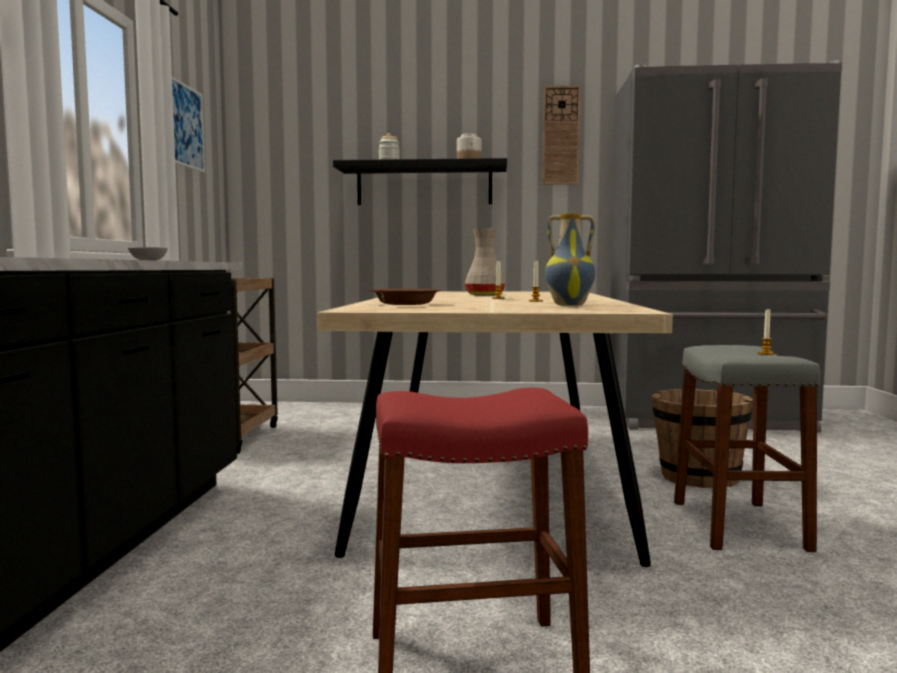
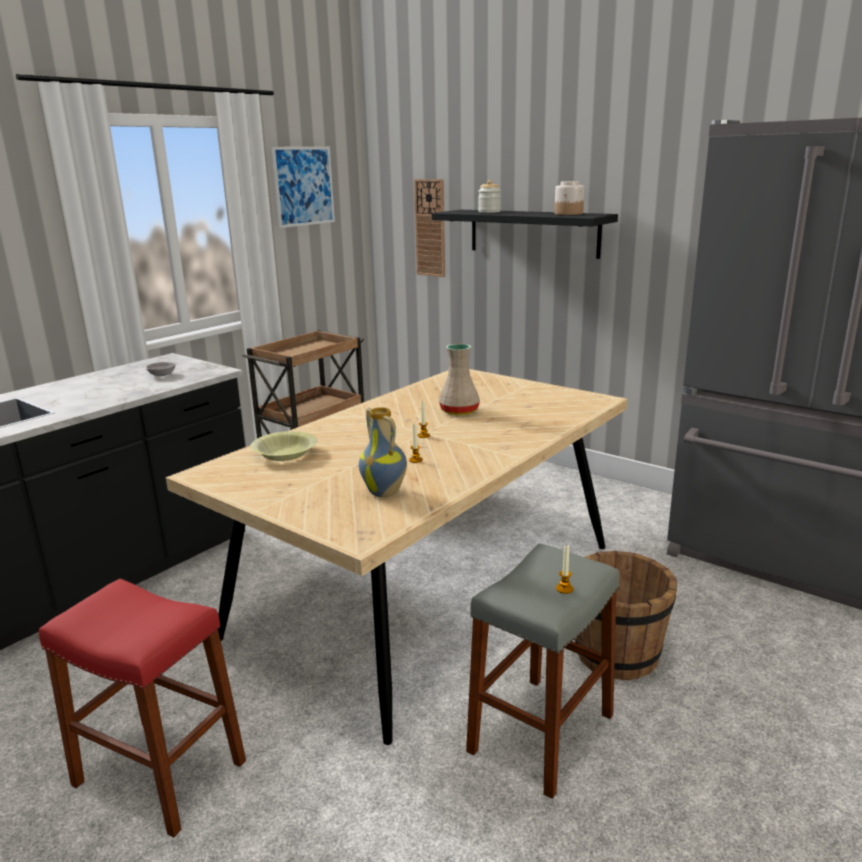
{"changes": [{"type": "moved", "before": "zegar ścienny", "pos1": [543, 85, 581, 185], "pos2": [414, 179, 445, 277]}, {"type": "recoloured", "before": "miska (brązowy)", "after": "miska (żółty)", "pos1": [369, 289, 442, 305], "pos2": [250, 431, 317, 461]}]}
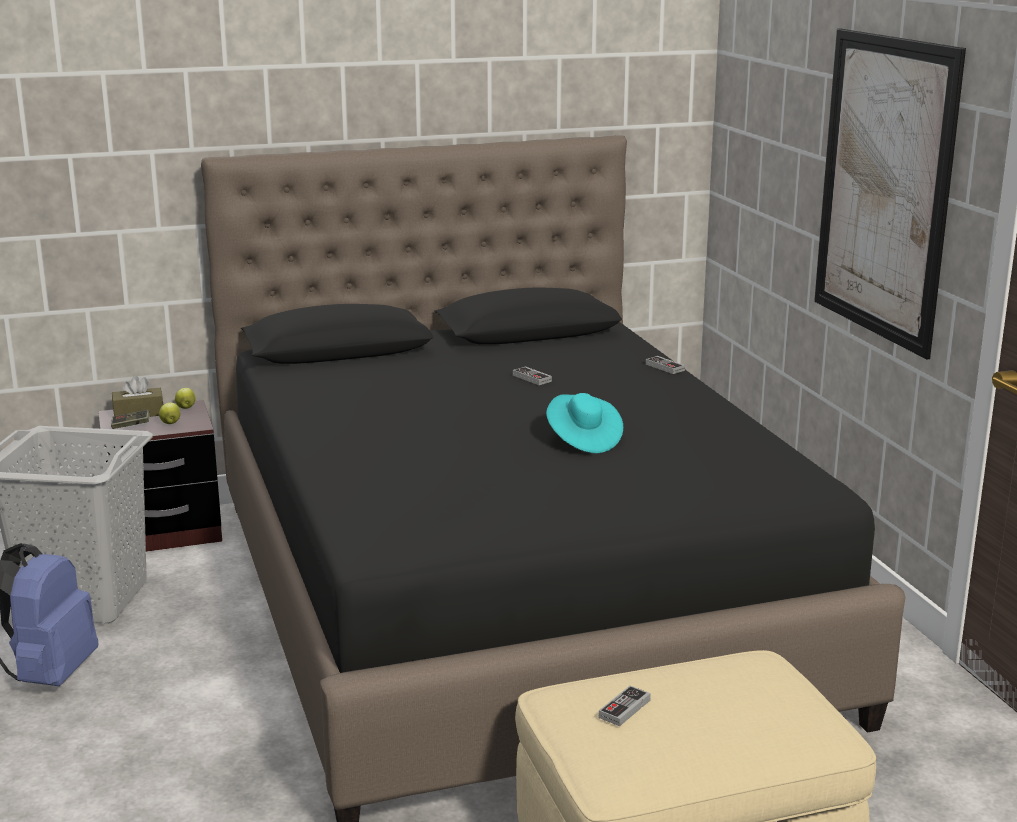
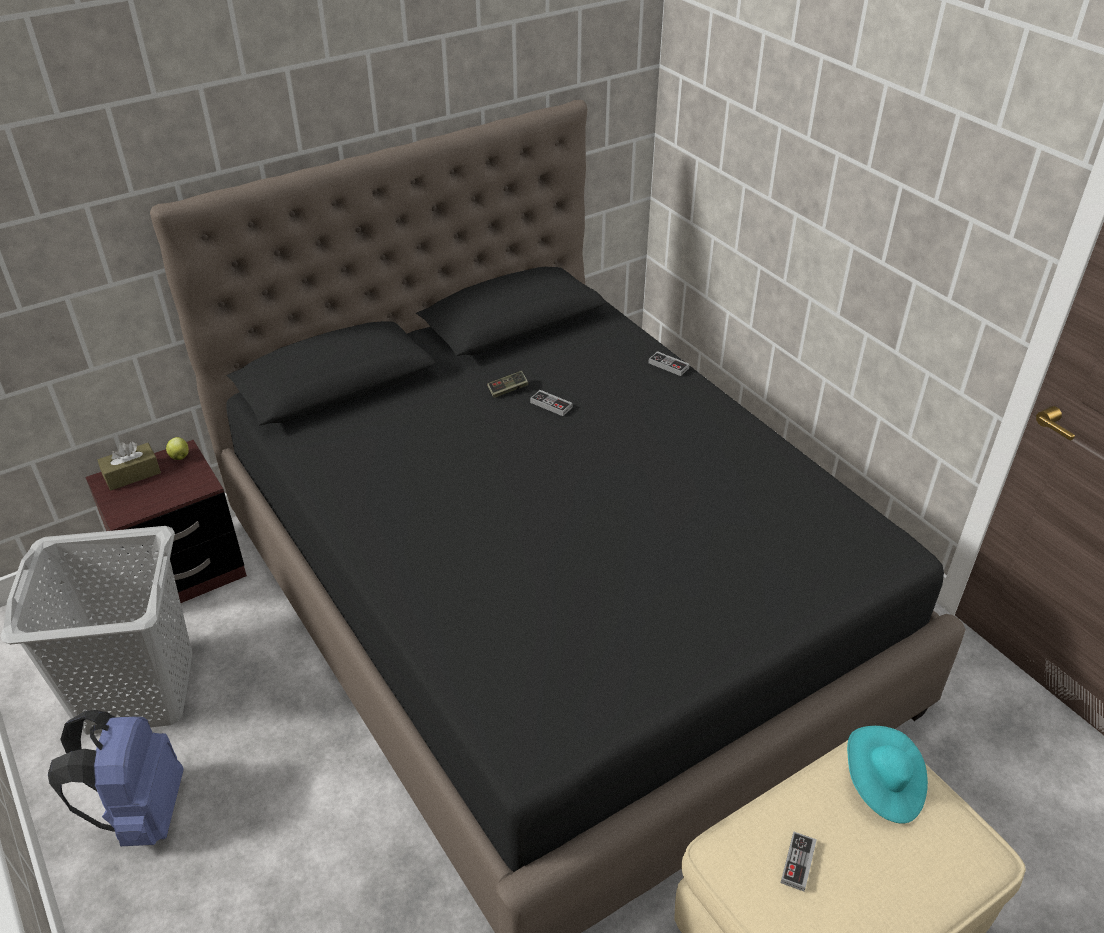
{"changes": [{"type": "removed", "before": "jabłko", "pos1": [159, 403, 180, 424]}, {"type": "removed", "before": "obraz", "pos1": [814, 28, 966, 360]}, {"type": "moved", "before": "pad do gier", "pos1": [111, 410, 150, 429], "pos2": [487, 371, 528, 398]}, {"type": "moved", "before": "kapelusz (turkusowy)", "pos1": [546, 393, 623, 453], "pos2": [847, 726, 928, 824]}]}
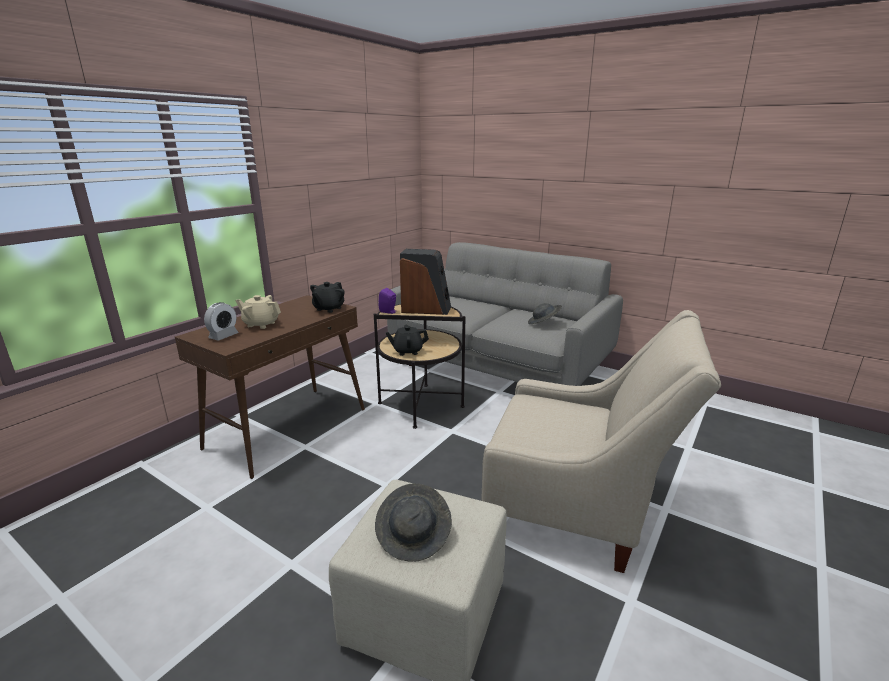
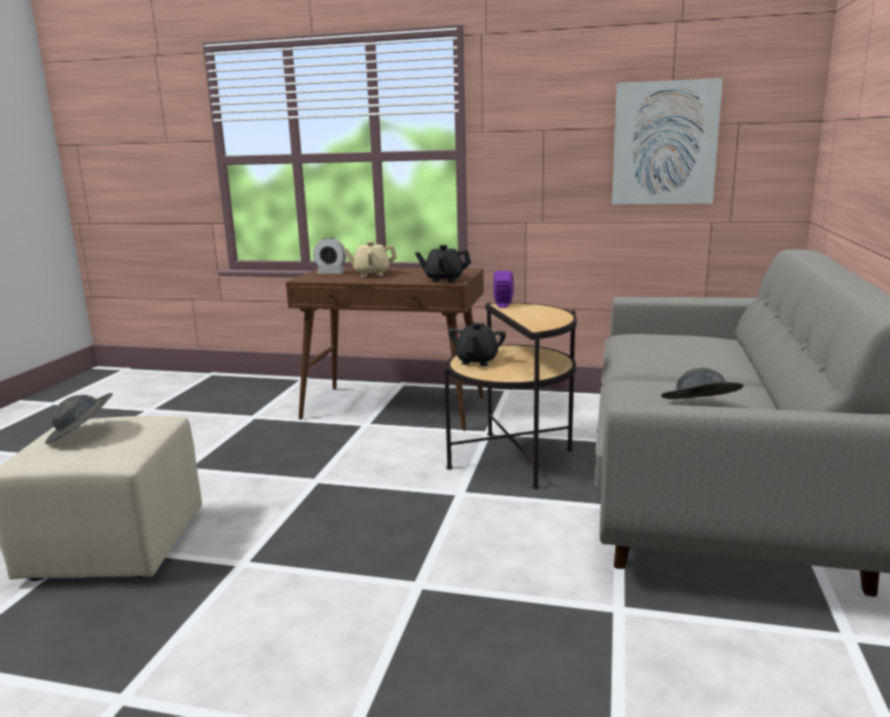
{"changes": [{"type": "removed", "before": "głośnik", "pos1": [400, 249, 451, 315]}, {"type": "removed", "before": "fotel (beżowy)", "pos1": [481, 310, 721, 573]}, {"type": "added", "after": "obraz", "pos2": [612, 78, 723, 204]}, {"type": "turned", "before": "imbryk (beżowy)", "pos1": [235, 295, 281, 329], "pos2": [344, 241, 397, 277], "turn": -90}, {"type": "turned", "before": "imbryk (czarny)", "pos1": [386, 325, 429, 356], "pos2": [448, 323, 506, 366], "turn": 45}]}
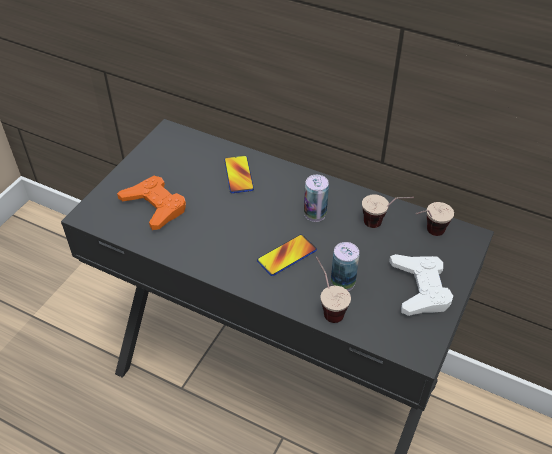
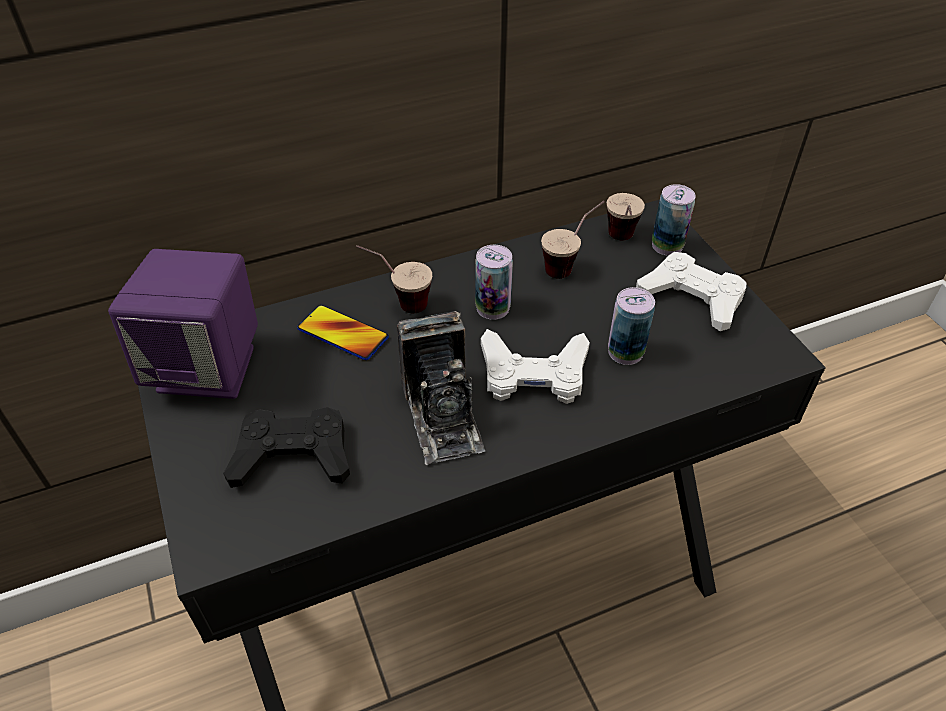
{"changes": [{"type": "added", "after": "głośnik (fioletowy)", "pos2": [108, 249, 258, 399]}, {"type": "added", "after": "aparat fotograficzny", "pos2": [397, 311, 485, 465]}, {"type": "added", "after": "puszka", "pos2": [652, 184, 696, 256]}, {"type": "moved", "before": "filiżanka", "pos1": [316, 257, 351, 323], "pos2": [356, 245, 432, 313]}, {"type": "replaced", "before": "telefon", "after": "pad do gier (biały)", "pos1": [257, 234, 317, 276], "pos2": [481, 329, 590, 404]}, {"type": "recoloured", "before": "pad do gier (pomarańczowy)", "after": "pad do gier (czarny)", "pos1": [117, 176, 186, 230], "pos2": [223, 407, 350, 488]}]}
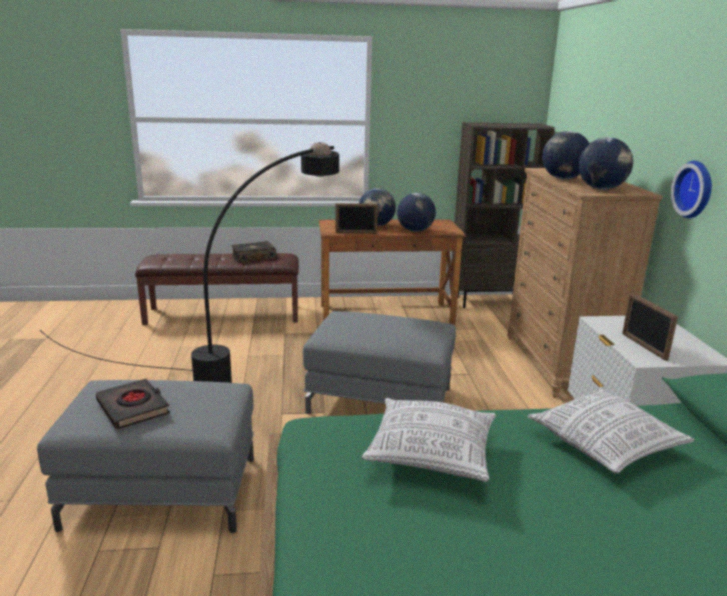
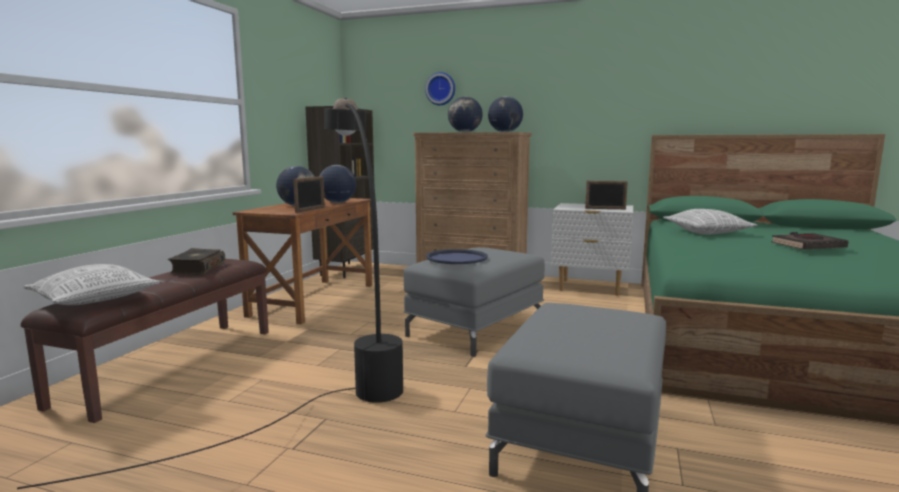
{"changes": [{"type": "added", "after": "taca (niebieski)", "pos2": [426, 249, 488, 264]}, {"type": "moved", "before": "książka (czarny)", "pos1": [96, 379, 170, 429], "pos2": [771, 232, 849, 250]}, {"type": "moved", "before": "poduszka", "pos1": [362, 398, 496, 482], "pos2": [23, 264, 160, 305]}, {"type": "moved", "before": "zegar ścienny", "pos1": [671, 161, 712, 218], "pos2": [425, 72, 455, 105]}]}
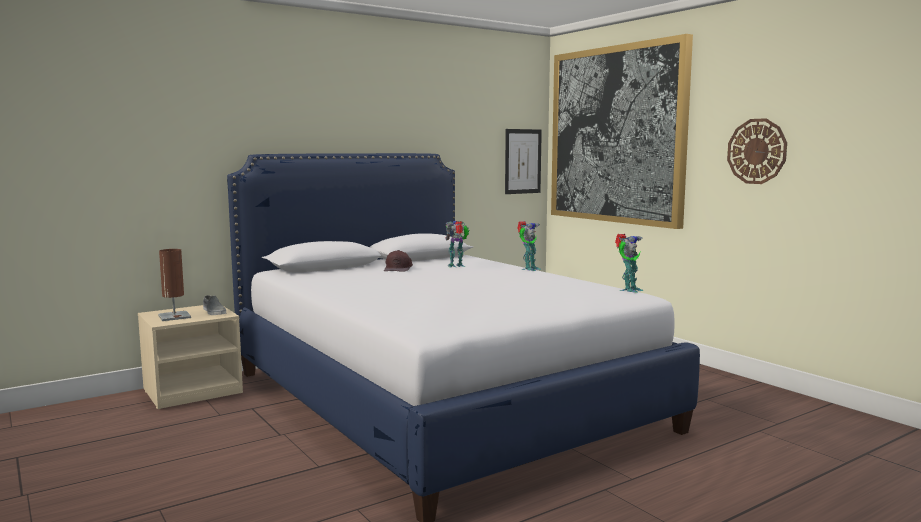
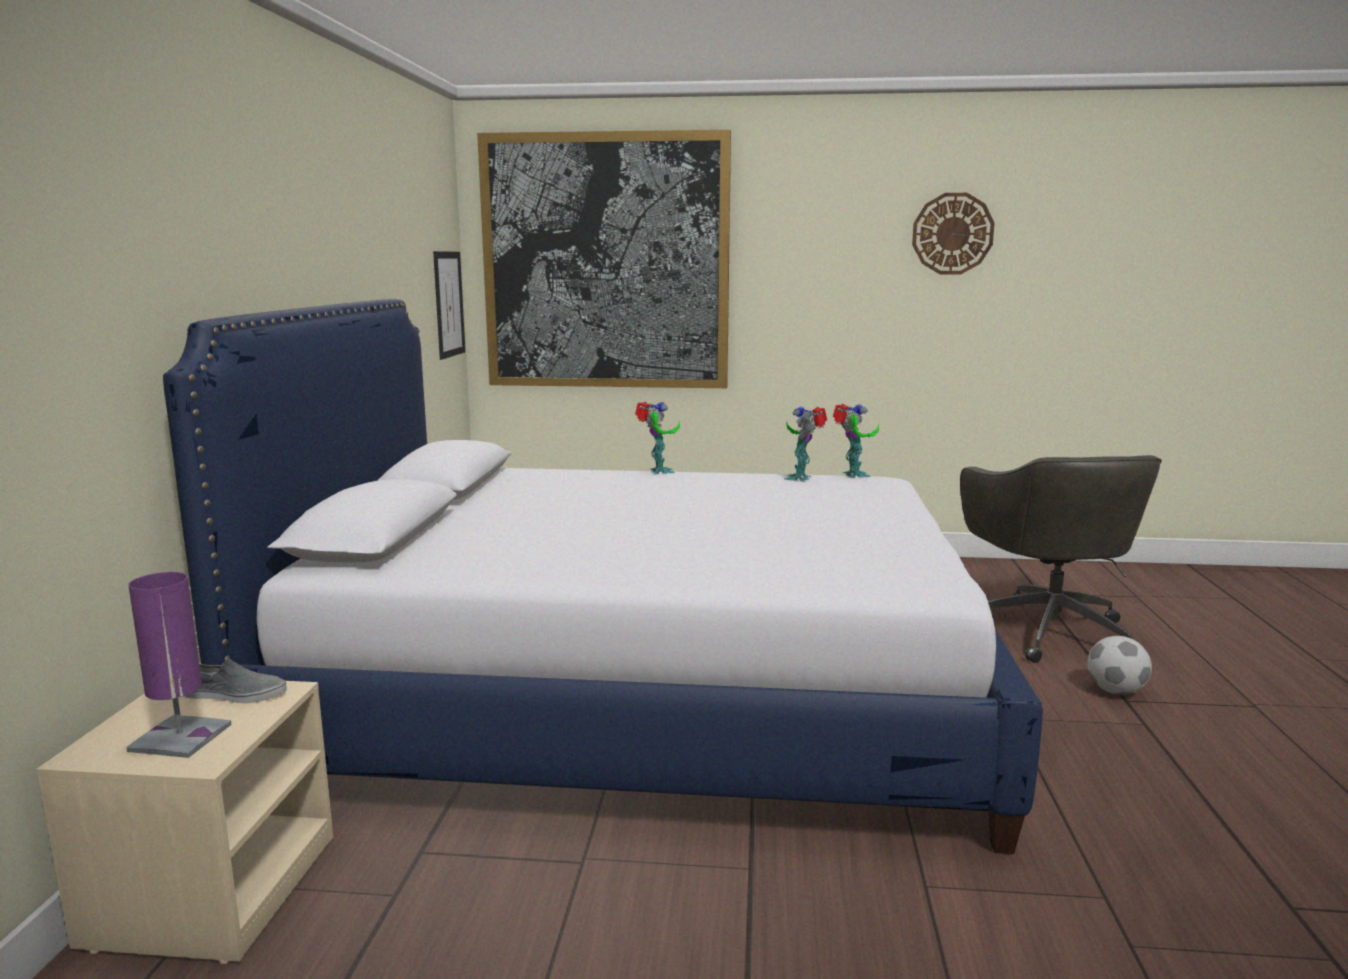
{"changes": [{"type": "removed", "before": "czapka z daszkiem (brązowy)", "pos1": [384, 250, 413, 271]}, {"type": "added", "after": "krzesło biurowe (szary)", "pos2": [960, 455, 1162, 663]}, {"type": "added", "after": "piłka futbolowa", "pos2": [1087, 636, 1152, 695]}, {"type": "moved", "before": "robot zabawkowy", "pos1": [445, 221, 469, 267], "pos2": [784, 406, 827, 482]}, {"type": "moved", "before": "zegar ścienny", "pos1": [727, 118, 787, 184], "pos2": [912, 193, 995, 274]}, {"type": "recoloured", "before": "lampa stołowa (brązowy)", "after": "lampa stołowa (fioletowy)", "pos1": [158, 249, 191, 321], "pos2": [126, 572, 231, 758]}]}
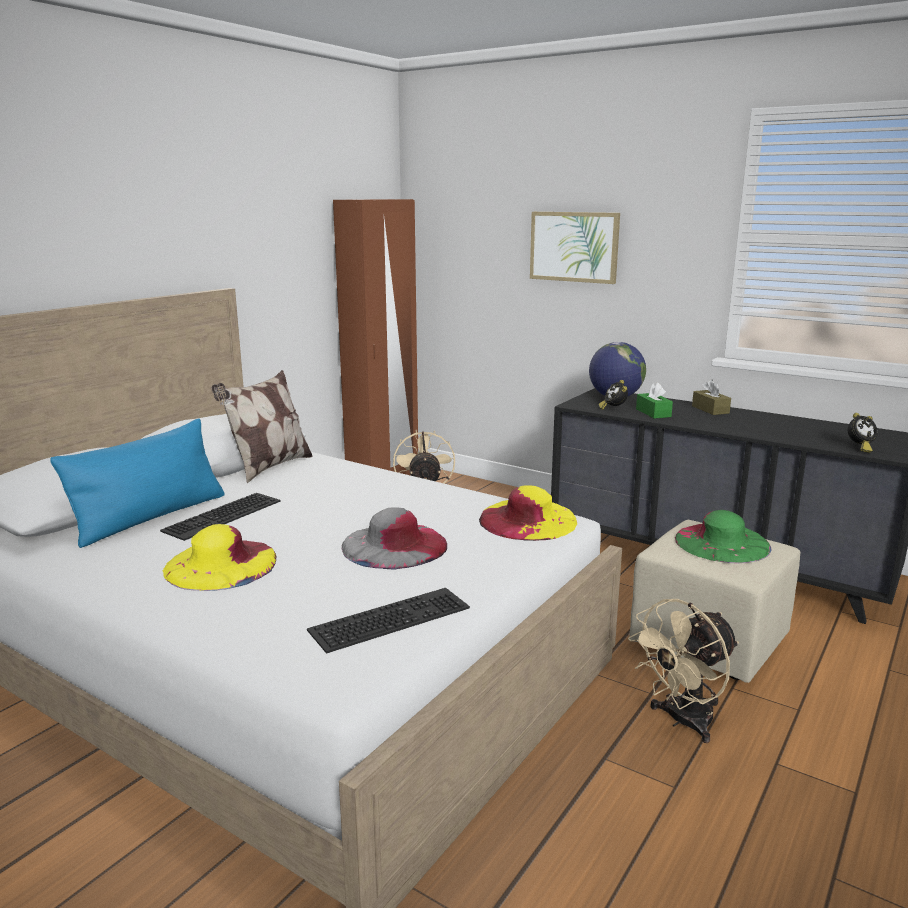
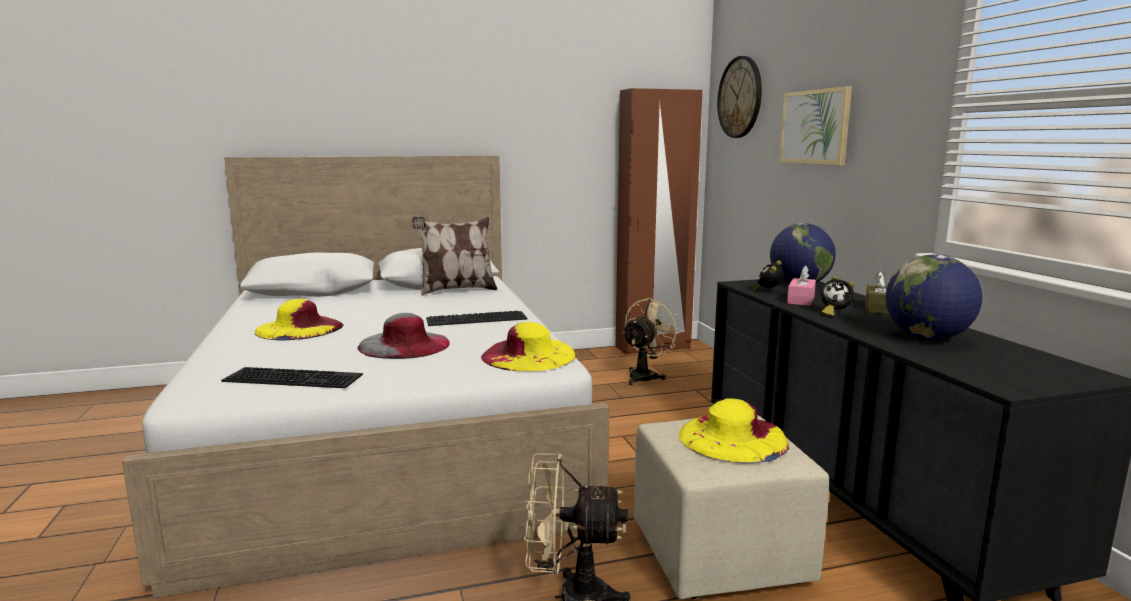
{"changes": [{"type": "removed", "before": "poduszka (niebieski)", "pos1": [50, 418, 225, 548]}, {"type": "added", "after": "zegar ścienny", "pos2": [717, 56, 762, 138]}, {"type": "added", "after": "globus", "pos2": [886, 254, 982, 340]}, {"type": "moved", "before": "klawiatura", "pos1": [160, 493, 281, 541], "pos2": [426, 311, 527, 326]}, {"type": "moved", "before": "budzik", "pos1": [848, 413, 878, 453], "pos2": [821, 276, 855, 317]}, {"type": "recoloured", "before": "pudełko chusteczek (zielony)", "after": "pudełko chusteczek (różowy)", "pos1": [636, 382, 673, 419], "pos2": [787, 265, 816, 306]}, {"type": "recoloured", "before": "kapelusz (zielony)", "after": "kapelusz (żółty)", "pos1": [675, 510, 771, 563], "pos2": [679, 398, 789, 463]}]}
